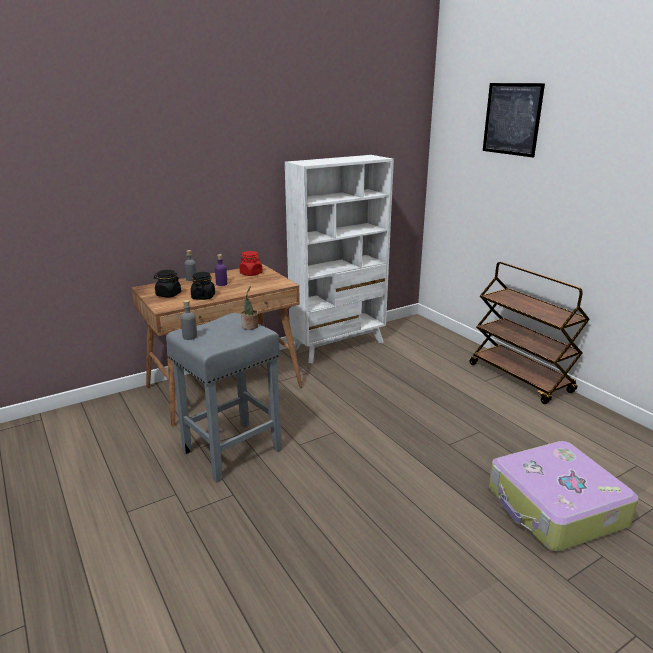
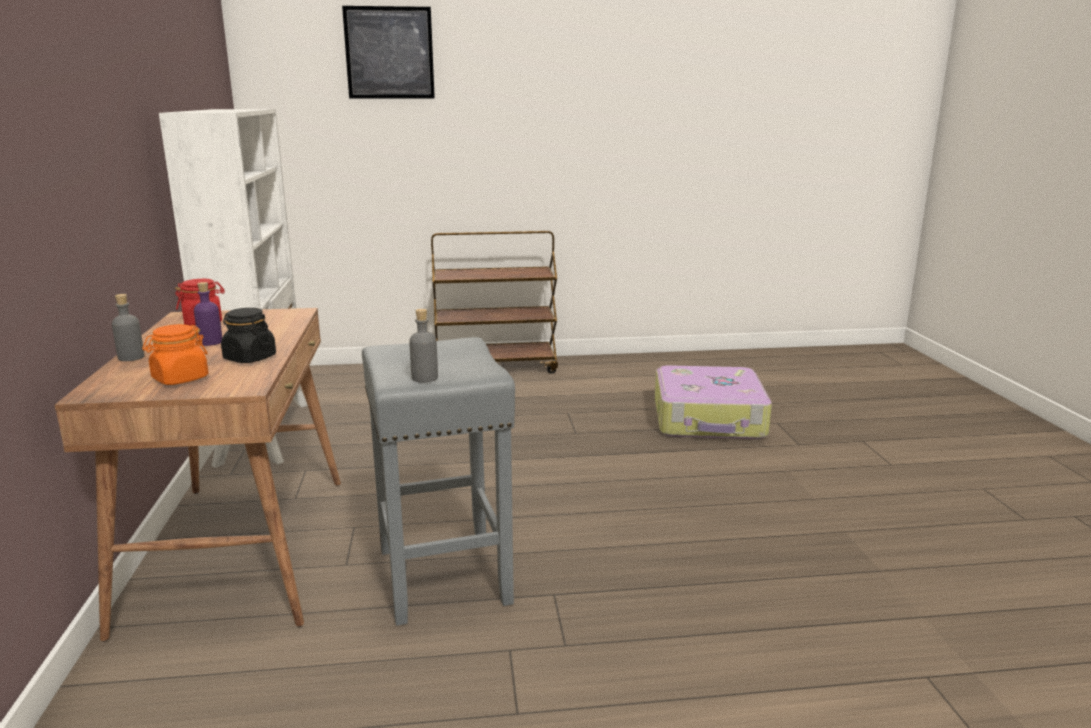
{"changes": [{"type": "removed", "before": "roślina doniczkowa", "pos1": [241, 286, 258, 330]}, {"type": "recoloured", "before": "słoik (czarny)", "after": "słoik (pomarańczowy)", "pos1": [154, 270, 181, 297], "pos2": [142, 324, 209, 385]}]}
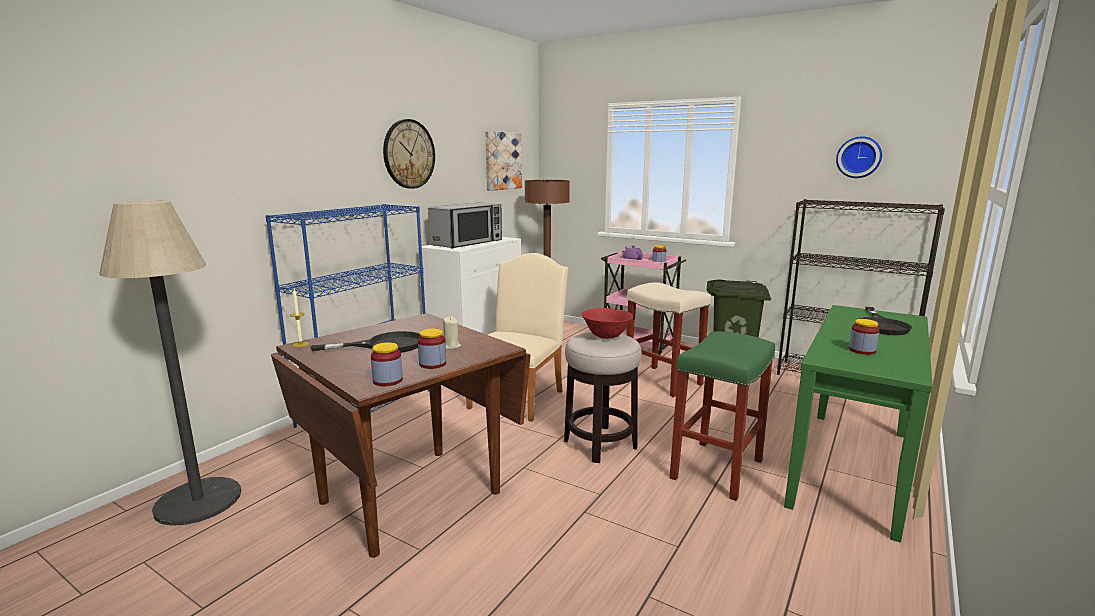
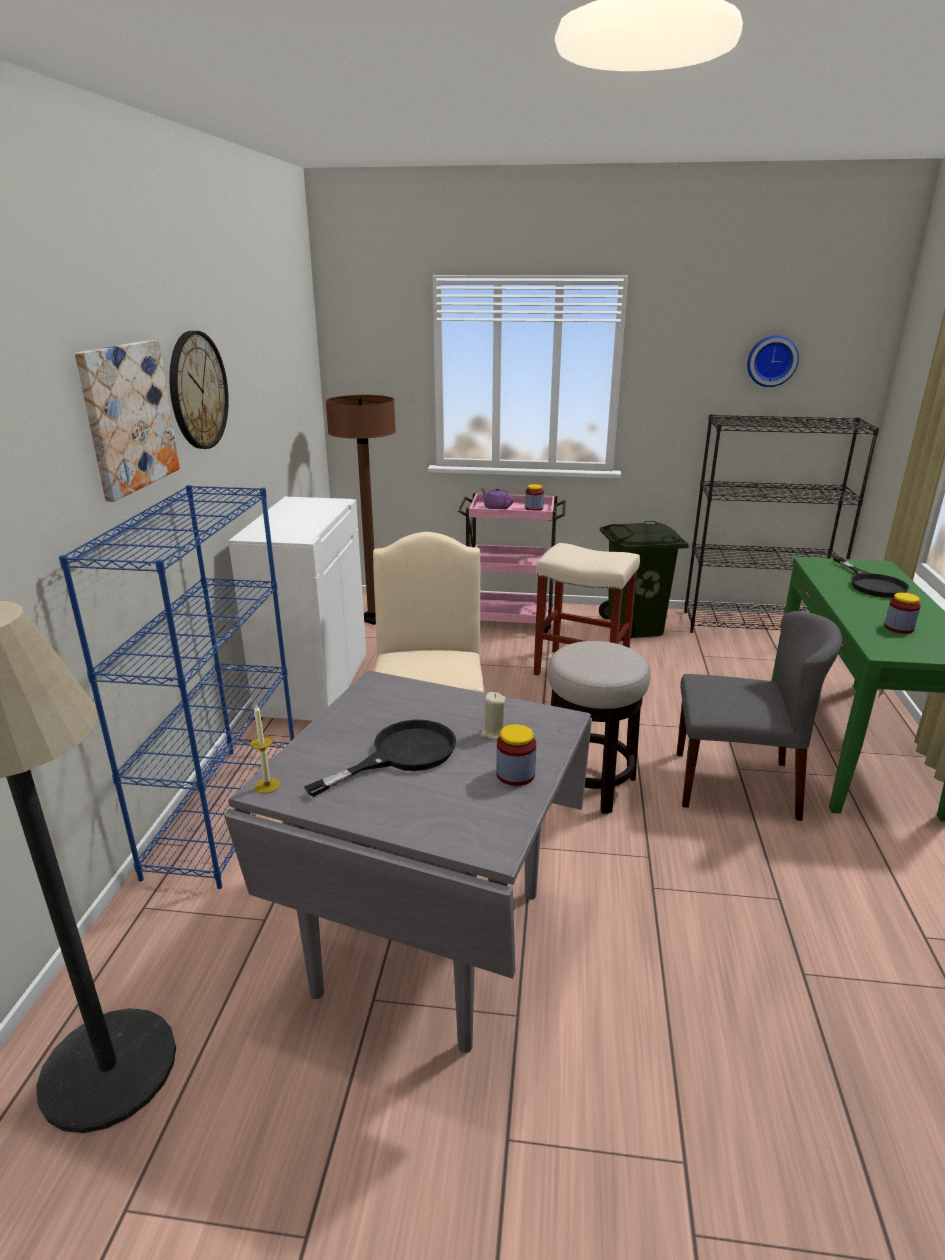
{"changes": [{"type": "removed", "before": "słoik", "pos1": [371, 342, 403, 386]}, {"type": "removed", "before": "mikrofalówka", "pos1": [428, 203, 502, 249]}, {"type": "removed", "before": "miska (czerwony)", "pos1": [582, 308, 633, 339]}, {"type": "moved", "before": "obraz", "pos1": [485, 131, 522, 191], "pos2": [75, 340, 180, 502]}, {"type": "replaced", "before": "stołek (zielony)", "after": "krzesło (szary)", "pos1": [670, 331, 775, 501], "pos2": [677, 611, 842, 821]}, {"type": "recoloured", "before": "stół jadalny (brązowy)", "after": "stół jadalny (szary)", "pos1": [271, 313, 531, 558], "pos2": [224, 670, 592, 1053]}]}
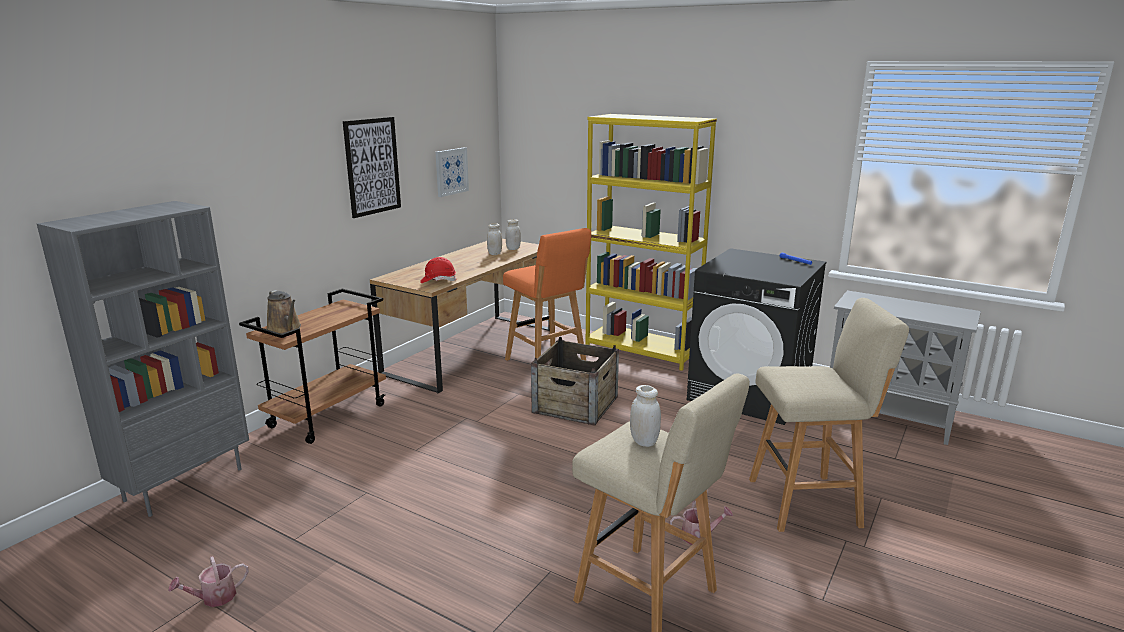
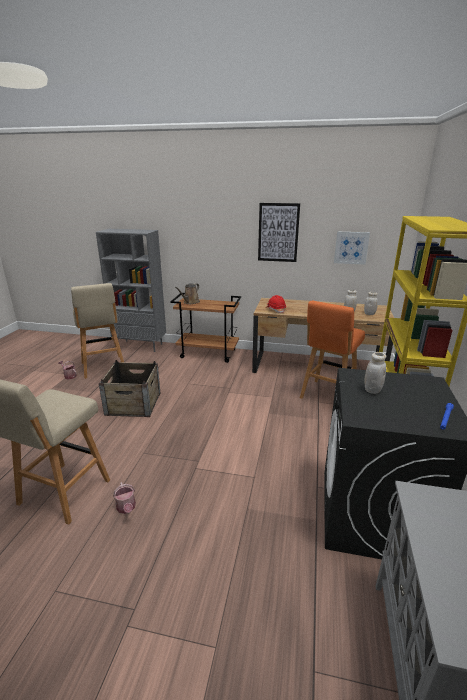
{"changes": [{"type": "moved", "before": "skrzynka", "pos1": [531, 337, 619, 426], "pos2": [99, 360, 160, 417]}, {"type": "moved", "before": "słoik (biały)", "pos1": [630, 385, 661, 447], "pos2": [365, 352, 386, 394]}, {"type": "moved", "before": "stołek (beżowy)", "pos1": [749, 298, 909, 532], "pos2": [71, 283, 124, 379]}]}
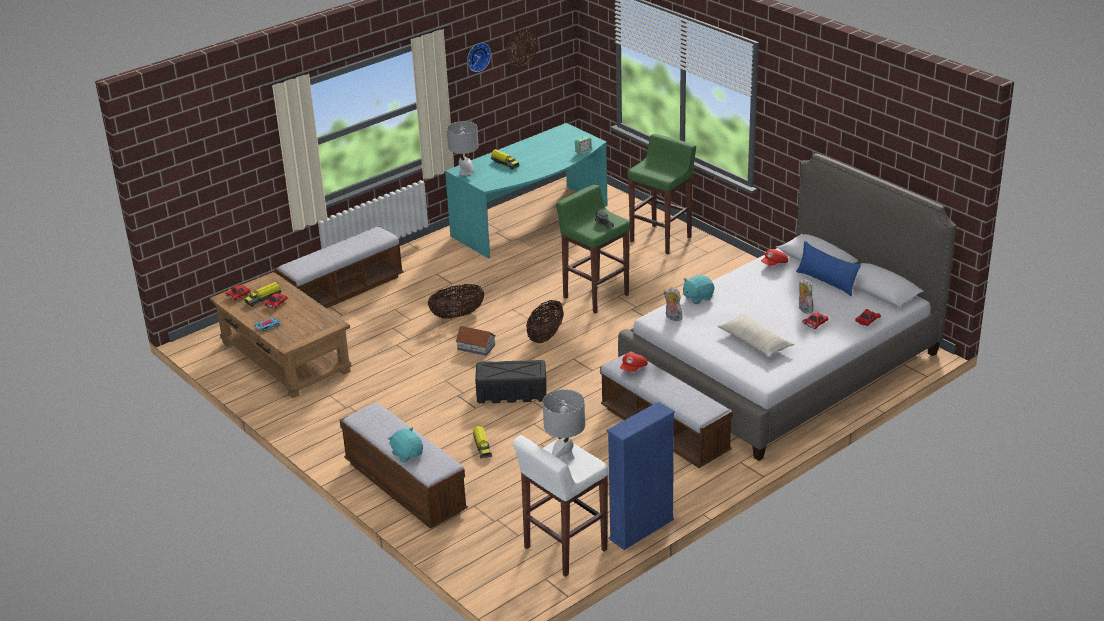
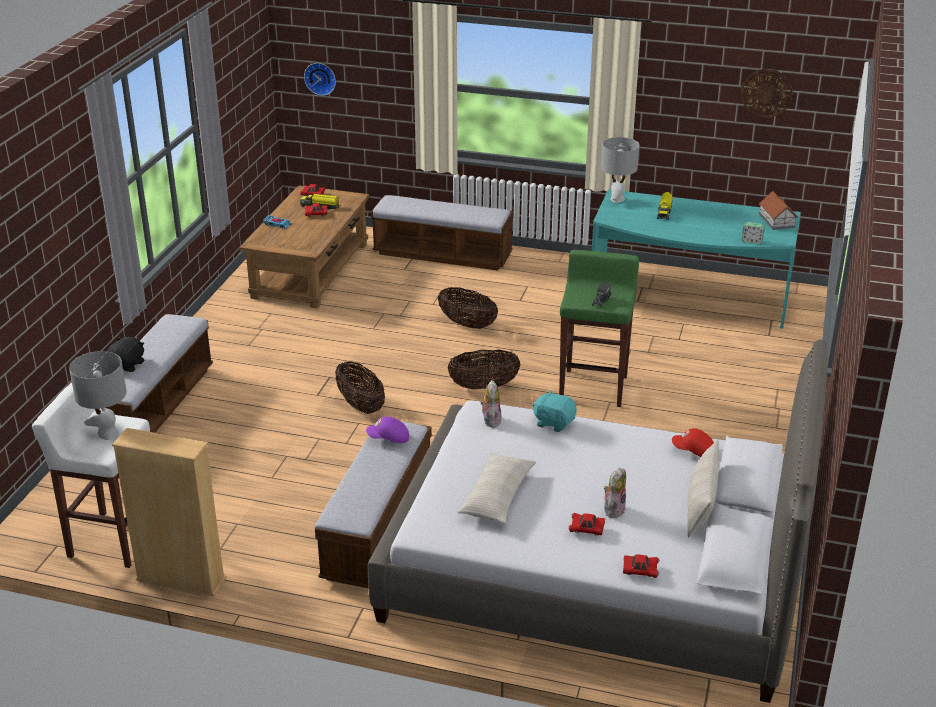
{"changes": [{"type": "removed", "before": "ciężarówka zabawkowa", "pos1": [473, 426, 492, 459]}, {"type": "removed", "before": "stołek (zielony)", "pos1": [627, 134, 696, 254]}, {"type": "moved", "before": "domek", "pos1": [455, 326, 496, 356], "pos2": [759, 191, 798, 230]}, {"type": "moved", "before": "zegar ścienny", "pos1": [467, 43, 491, 72], "pos2": [304, 63, 336, 96]}, {"type": "replaced", "before": "pojemnik do przechowywania (czarny)", "after": "koszyk", "pos1": [475, 360, 547, 404], "pos2": [335, 361, 385, 414]}, {"type": "recoloured", "before": "pluszak (turkusowy)", "after": "pluszak (czarny)", "pos1": [388, 427, 423, 462], "pos2": [107, 337, 145, 372]}, {"type": "recoloured", "before": "regał (niebieski)", "after": "regał (beżowy)", "pos1": [606, 402, 675, 550], "pos2": [112, 428, 226, 596]}, {"type": "recoloured", "before": "czapka z daszkiem (czerwony)", "after": "czapka z daszkiem (fioletowy)", "pos1": [620, 353, 648, 372], "pos2": [366, 416, 409, 443]}, {"type": "recoloured", "before": "poduszka (niebieski)", "after": "poduszka (beżowy)", "pos1": [796, 241, 861, 296], "pos2": [687, 440, 719, 537]}]}
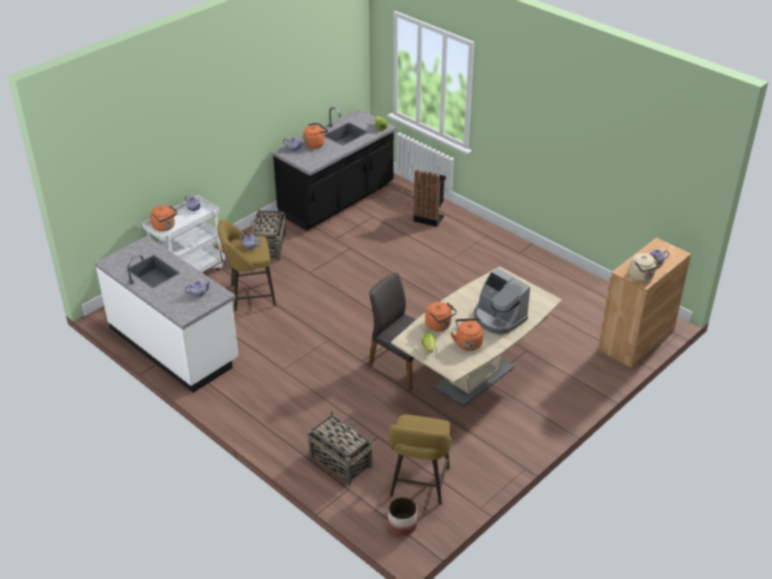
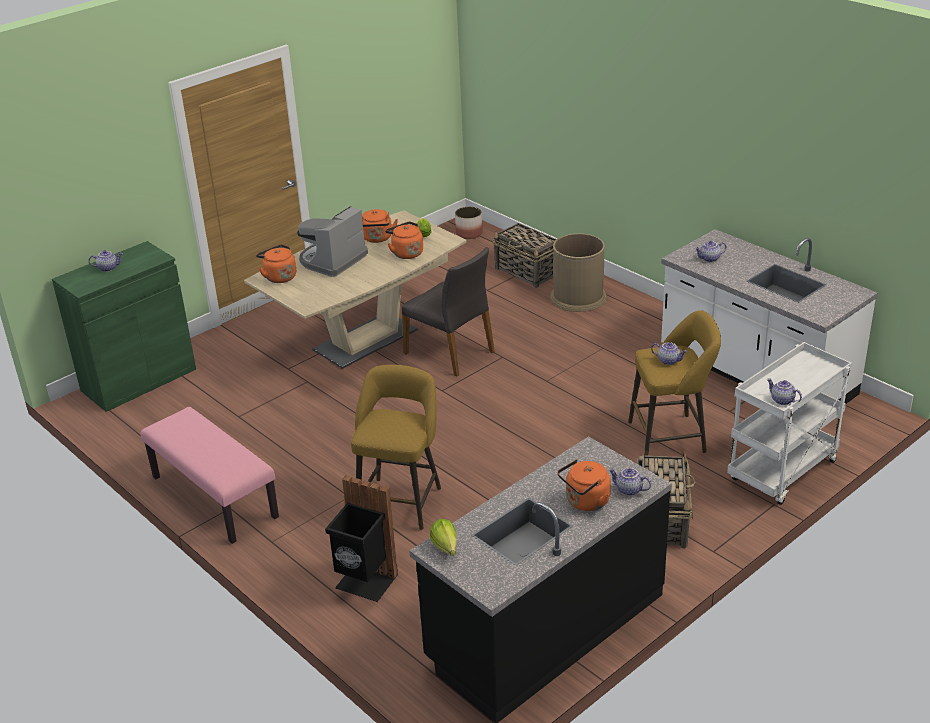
{"changes": [{"type": "removed", "before": "czajnik (beżowy)", "pos1": [629, 253, 662, 282]}, {"type": "added", "after": "ławka (różowy)", "pos2": [141, 407, 279, 544]}, {"type": "added", "after": "kosz na śmieci (brązowy)", "pos2": [550, 233, 607, 312]}, {"type": "moved", "before": "czajnik (pomarańczowy)", "pos1": [150, 205, 177, 231], "pos2": [256, 244, 296, 283]}, {"type": "moved", "before": "stołek (żółty)", "pos1": [389, 415, 452, 505], "pos2": [351, 365, 441, 530]}, {"type": "recoloured", "before": "szafka (brązowy)", "after": "szafka (zielony)", "pos1": [598, 238, 691, 368], "pos2": [52, 241, 196, 412]}, {"type": "turned", "before": "ekspres do kawy", "pos1": [474, 268, 530, 335], "pos2": [297, 206, 368, 277], "turn": -105}]}
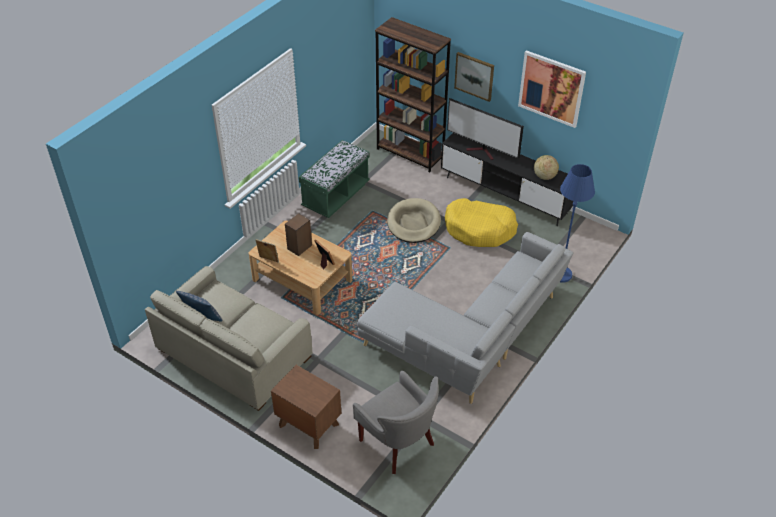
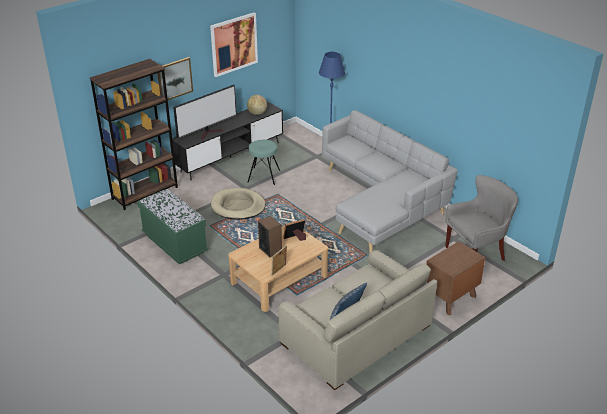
{"changes": [{"type": "replaced", "before": "legowisko (żółty)", "after": "stołek (turkusowy)", "pos1": [445, 198, 518, 247], "pos2": [248, 140, 280, 185]}]}
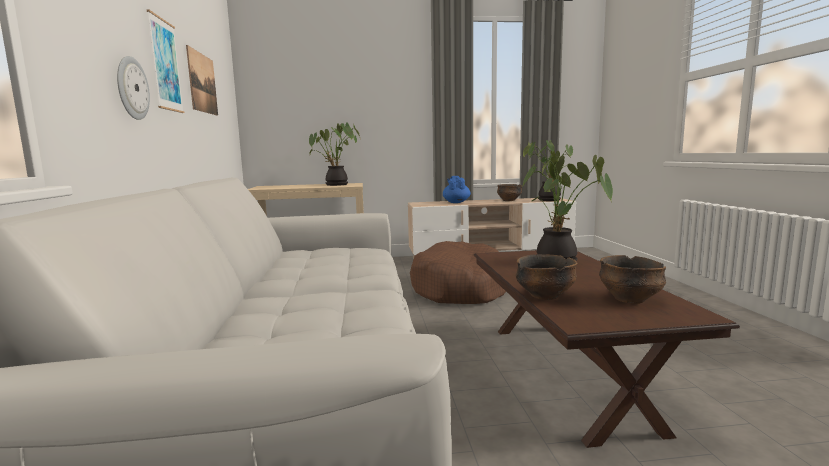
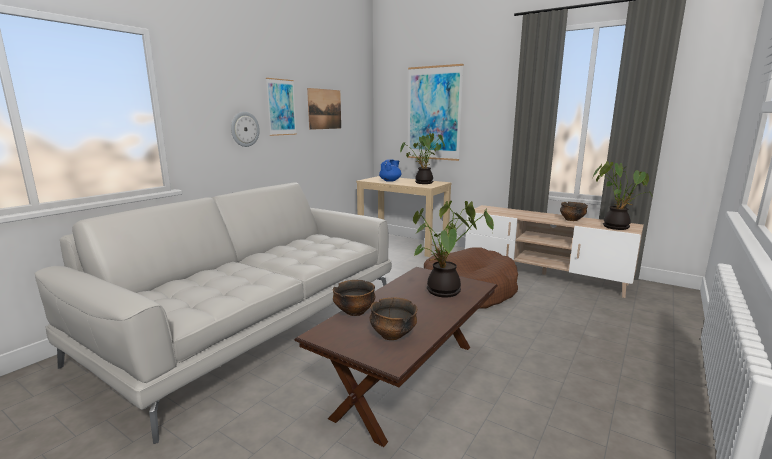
{"changes": [{"type": "added", "after": "obraz", "pos2": [407, 64, 464, 161]}, {"type": "moved", "before": "imbryk (niebieski)", "pos1": [443, 176, 471, 203], "pos2": [379, 159, 401, 182]}]}
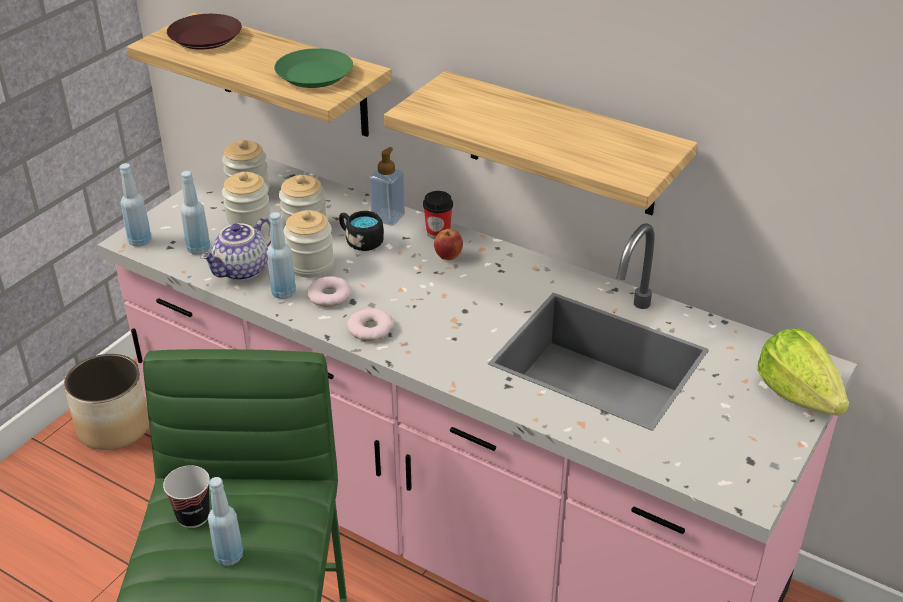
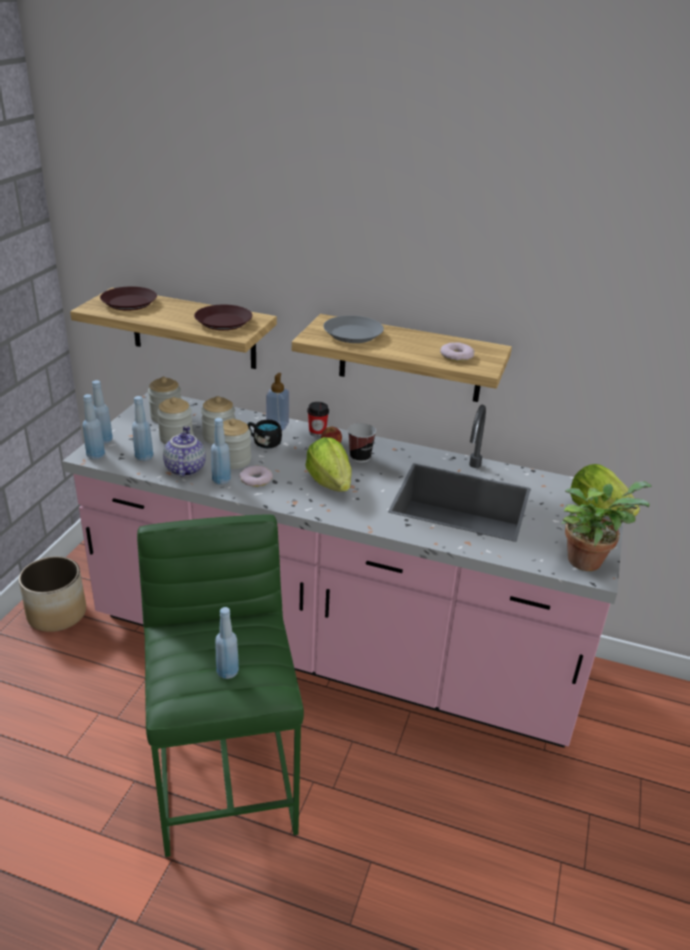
{"changes": [{"type": "added", "after": "butelka (niebieski)", "pos2": [92, 380, 113, 444]}, {"type": "added", "after": "sałata", "pos2": [305, 437, 352, 492]}, {"type": "added", "after": "talerz (szary)", "pos2": [323, 316, 384, 343]}, {"type": "added", "after": "roślina doniczkowa", "pos2": [561, 481, 652, 571]}, {"type": "moved", "before": "filiżanka", "pos1": [163, 465, 210, 528], "pos2": [348, 423, 376, 462]}, {"type": "moved", "before": "donut", "pos1": [347, 309, 394, 341], "pos2": [440, 343, 475, 362]}, {"type": "recoloured", "before": "talerz (zielony)", "after": "talerz (brązowy)", "pos1": [274, 48, 353, 88], "pos2": [194, 305, 252, 330]}, {"type": "turned", "before": "imbryk", "pos1": [200, 217, 271, 281], "pos2": [163, 426, 206, 477], "turn": 150}]}
